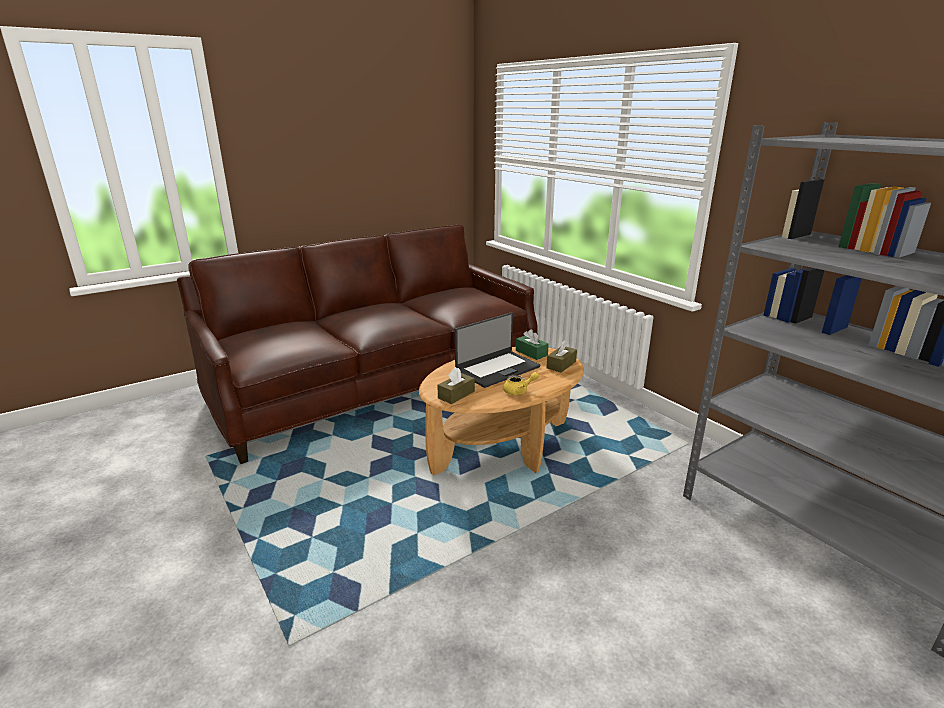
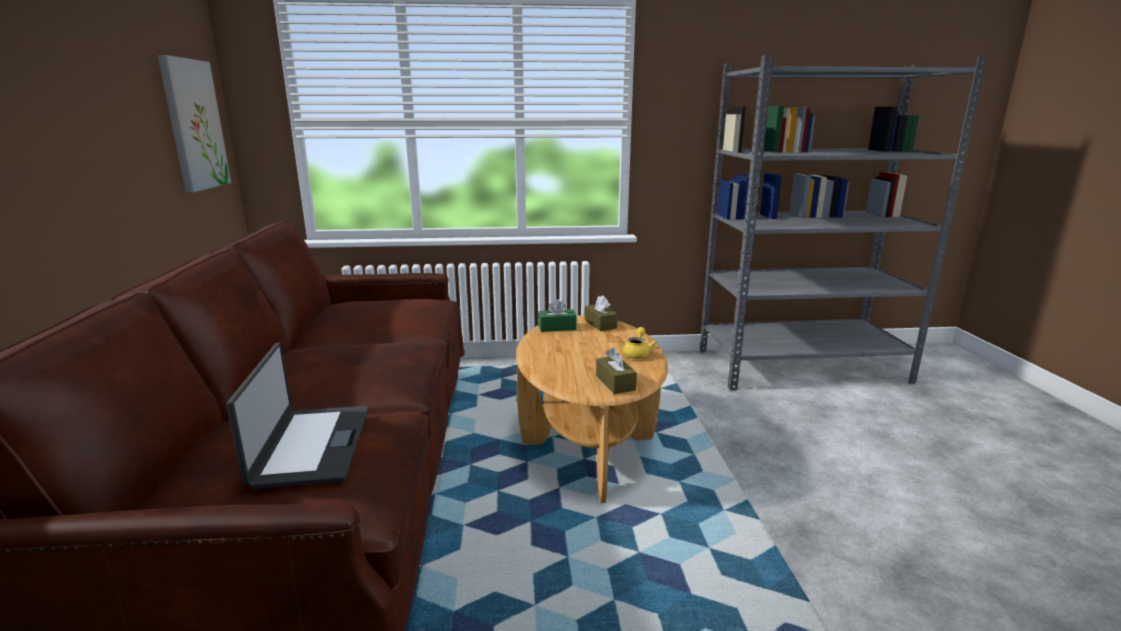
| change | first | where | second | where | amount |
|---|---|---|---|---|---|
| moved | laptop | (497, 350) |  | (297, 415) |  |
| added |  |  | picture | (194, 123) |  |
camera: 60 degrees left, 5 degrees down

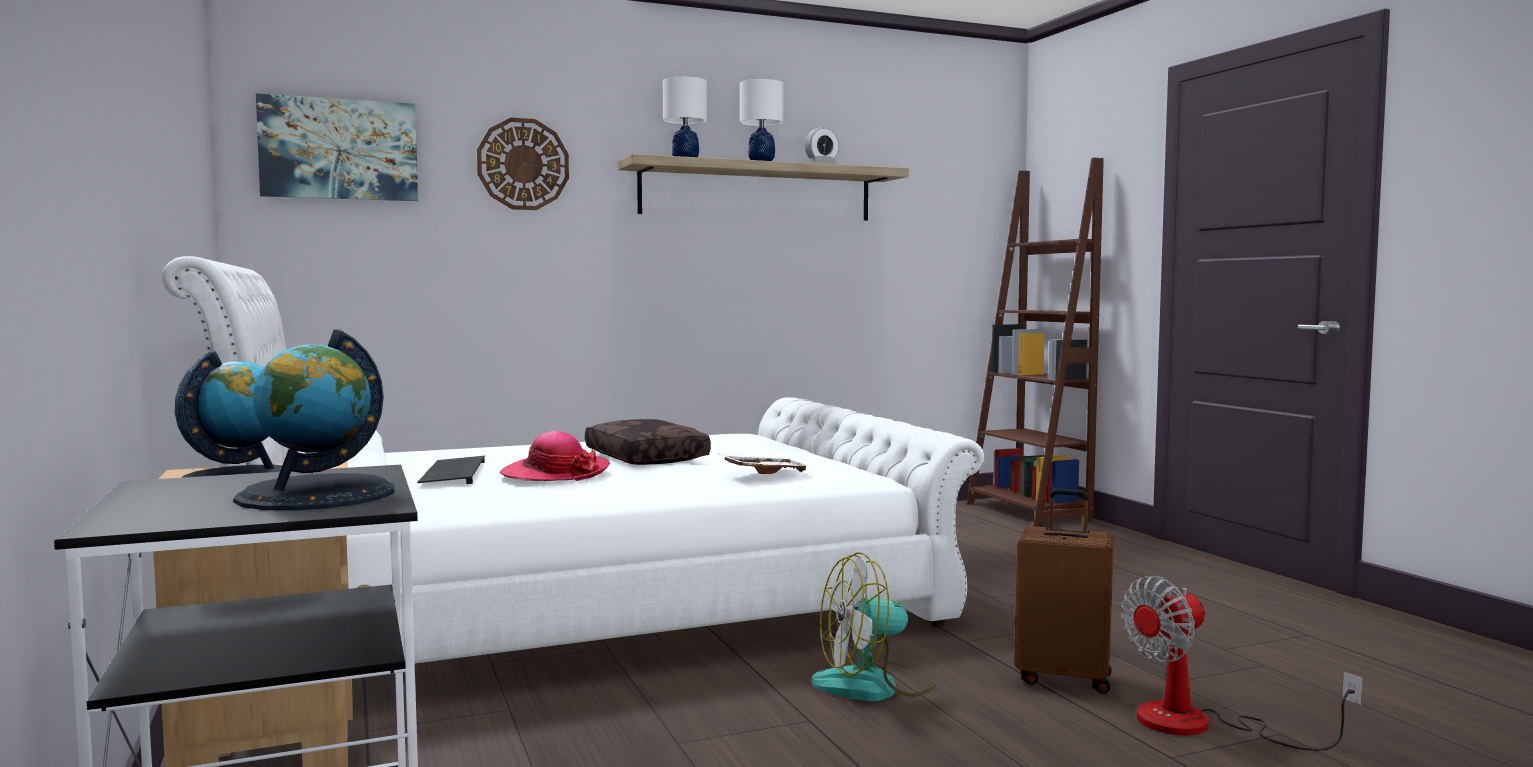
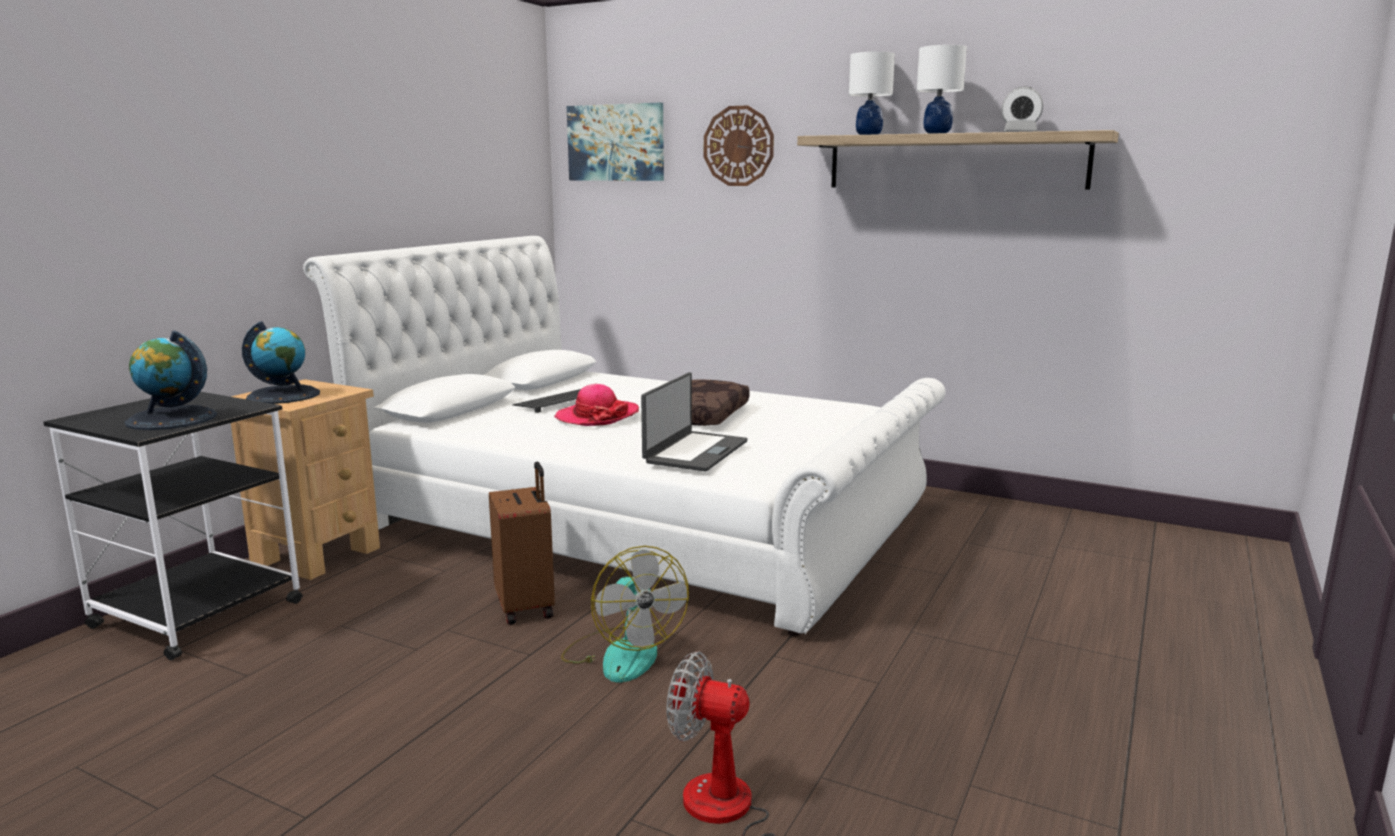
| change | first | where | second | where | amount |
|---|---|---|---|---|---|
| removed | bookshelf (brown) | (1035, 342) |  |  |  |
| replaced | serving tray (white) | (766, 464) | laptop | (694, 422) |  |
| moved | suitcase (brown) | (1064, 591) |  | (522, 543) |  |
| turned | fan | (874, 627) |  | (625, 614) | 150 degrees counterclockwise |
camera: 50 degrees right, 10 degrees up

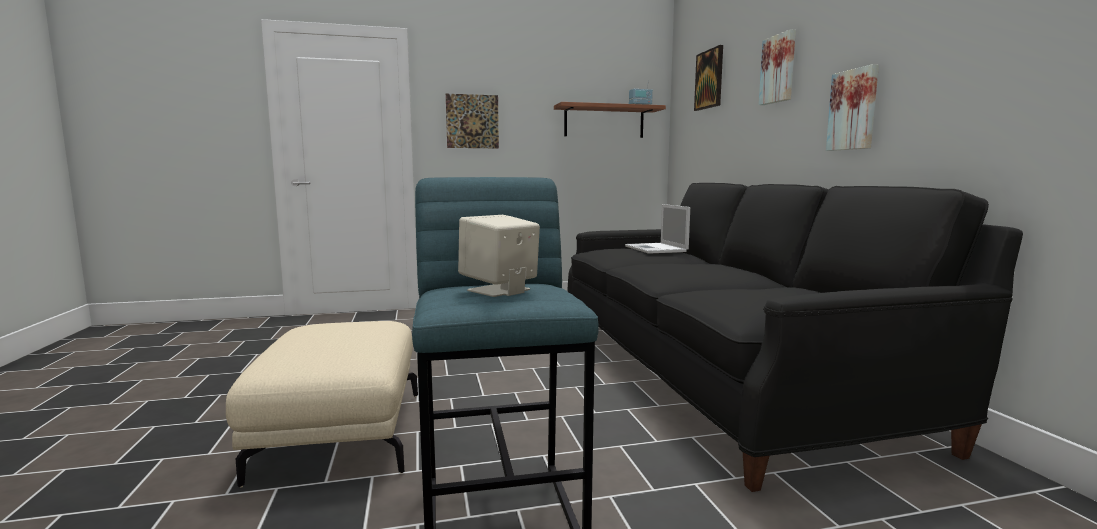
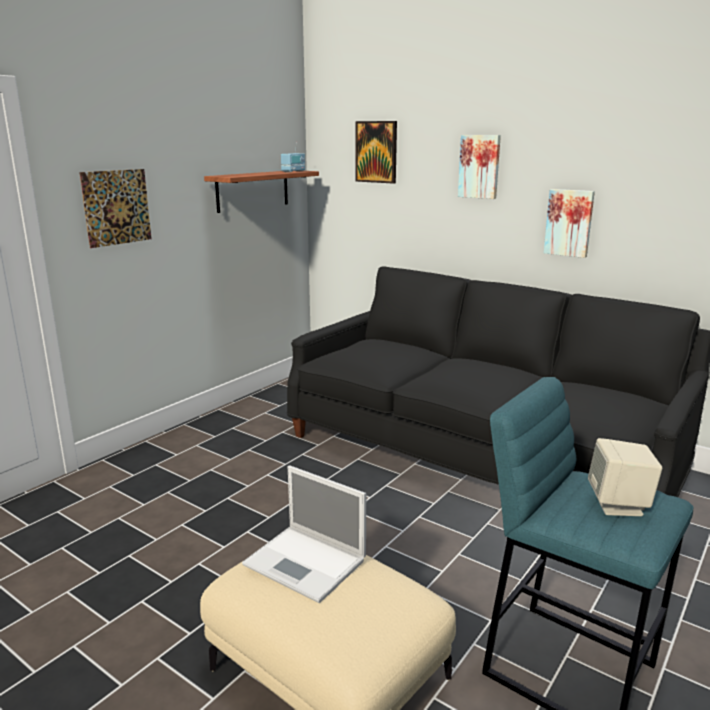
| change | first | where | second | where | amount |
|---|---|---|---|---|---|
| moved | laptop | (657, 229) |  | (304, 534) |  |
camera: 40 degrees left, 10 degrees up

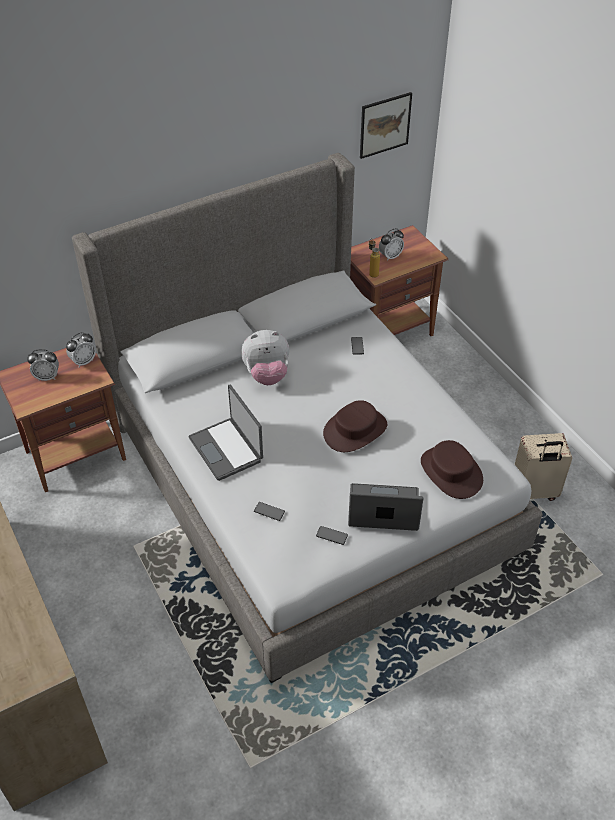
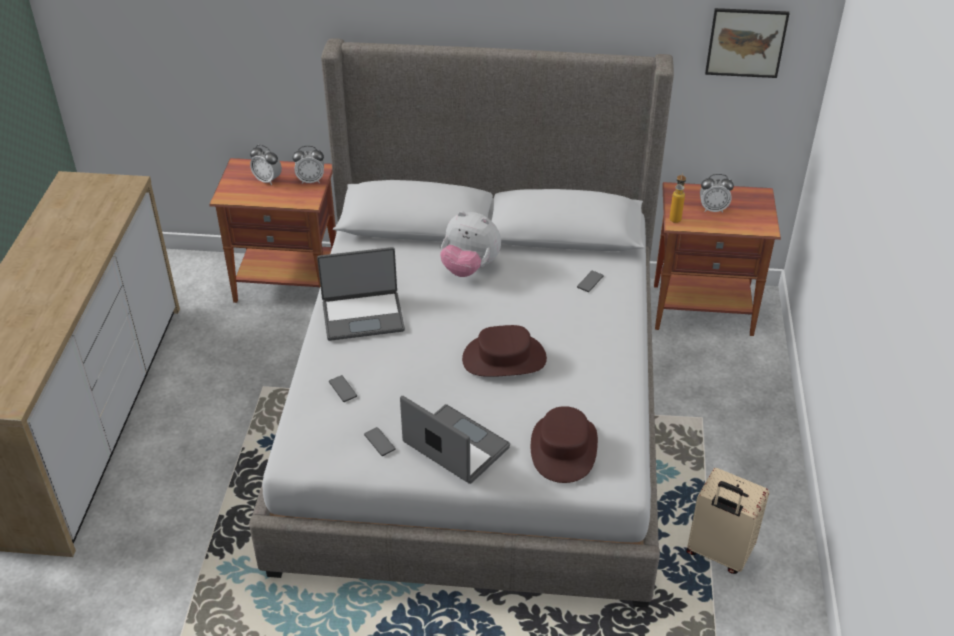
| change | first | where | second | where | amount |
|---|---|---|---|---|---|
| turned | laptop | (226, 432) |  | (361, 294) | 105 degrees counterclockwise |
camera: 35 degrees right, 5 degrees down

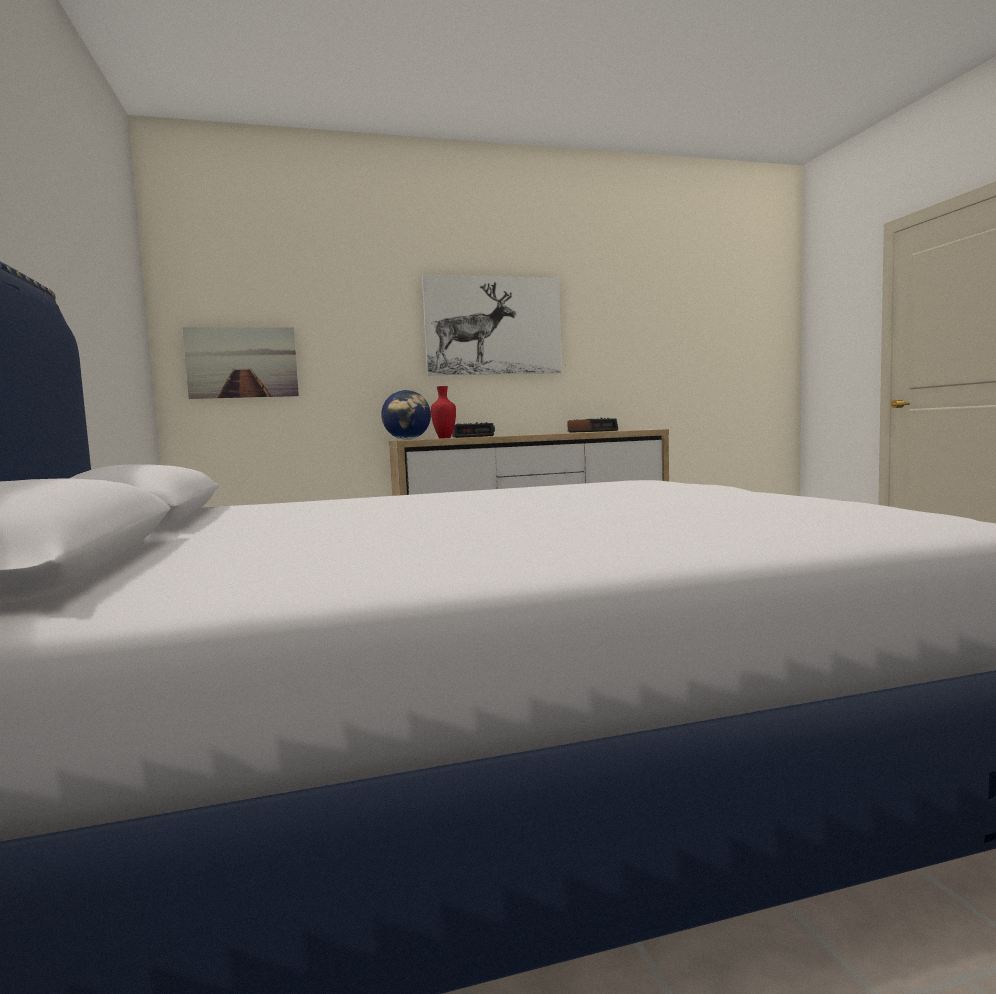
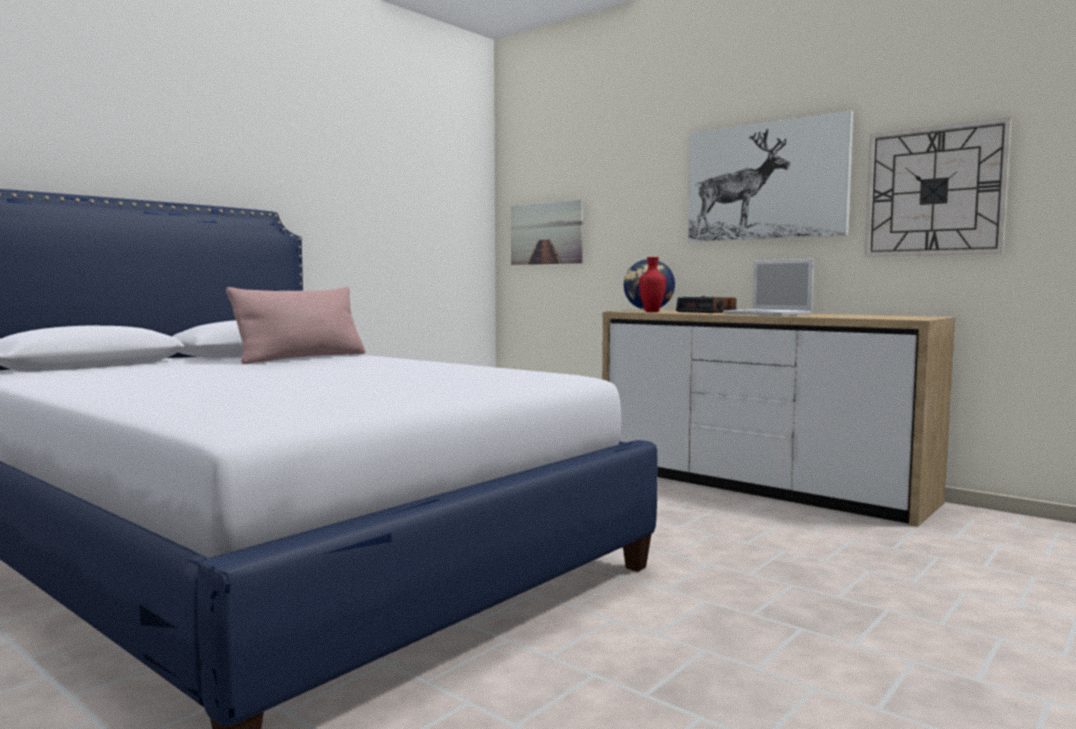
| change | first | where | second | where | amount |
|---|---|---|---|---|---|
| removed | table clock | (592, 425) |  |  |  |
| added |  |  | clock on the wall | (938, 187) |  |
| added |  |  | laptop | (768, 287) |  |
| added |  |  | throw pillow (pink) | (295, 325) |  |
camera: 55 degrees right, 0 degrees up

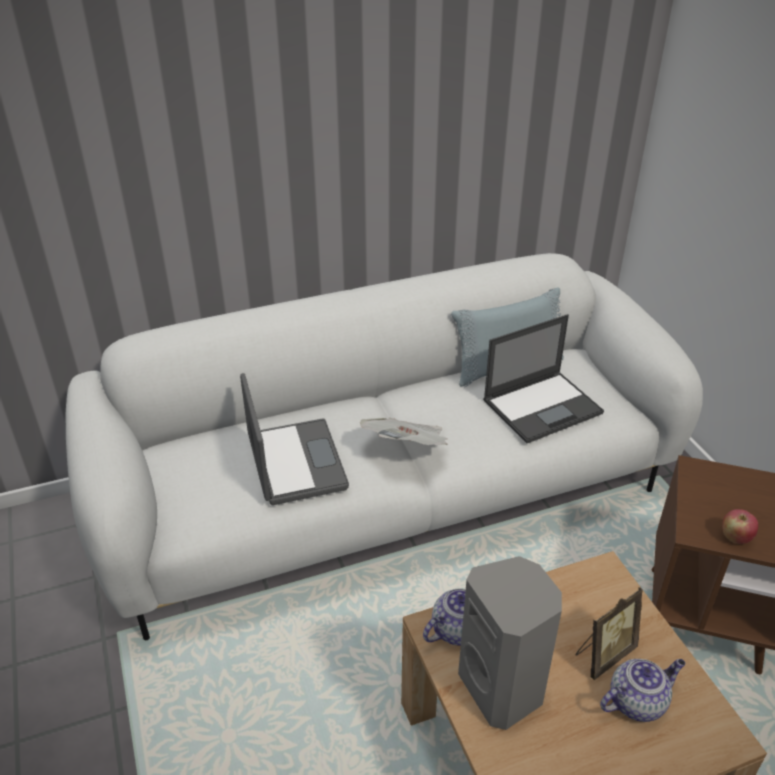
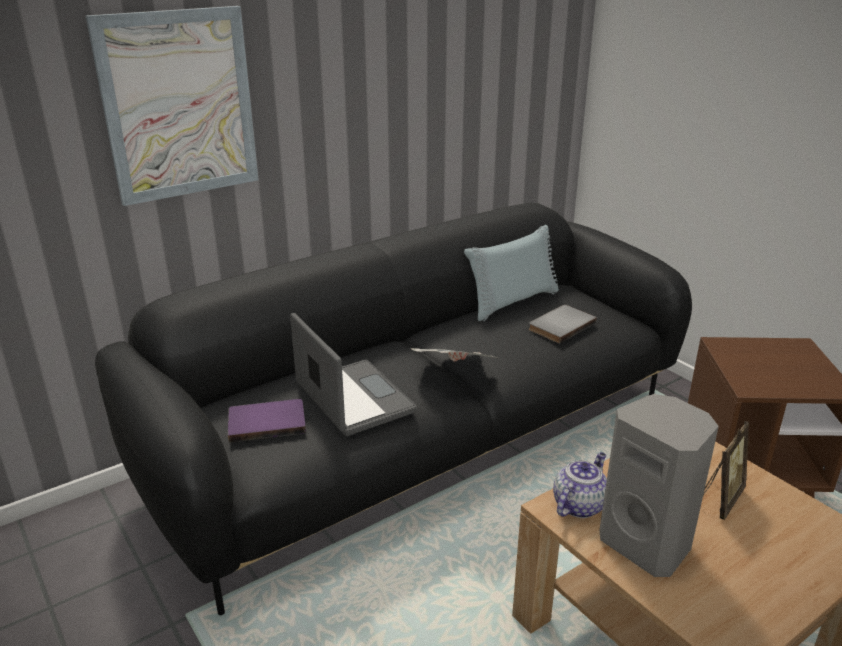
| change | first | where | second | where | amount |
|---|---|---|---|---|---|
| recoloured | settee (white) | (384, 446) | settee (black-coloured) | (393, 409) |  |
| replaced | laptop | (543, 378) | book (grey) | (563, 324) |  |
| removed | apple fruit | (740, 526) |  |  |  |
| removed | pot for tea | (642, 690) |  |  |  |
| added |  |  | picture | (172, 106) |  |
| added |  |  | book (purplish) | (267, 421) |  |
camera: 15 degrees left, 10 degrees down

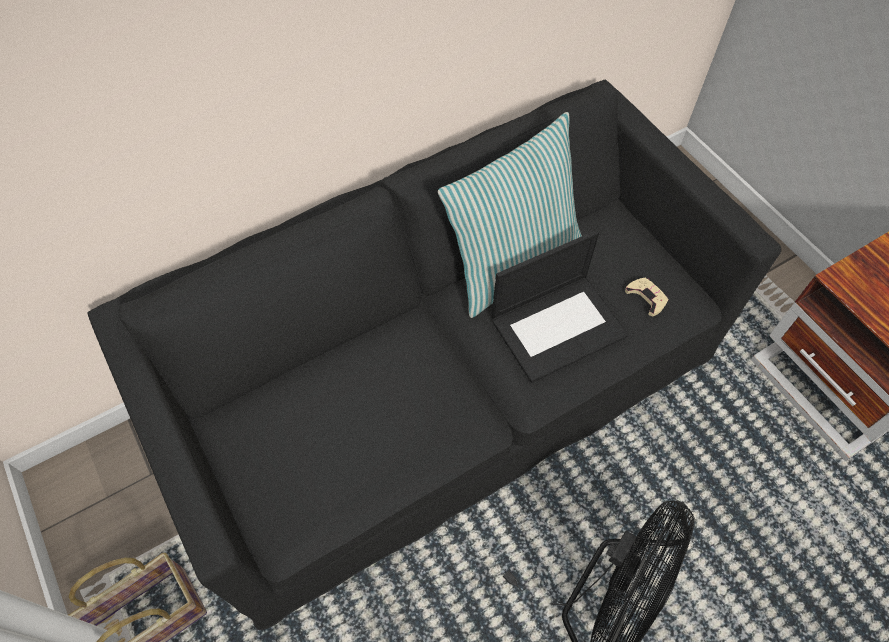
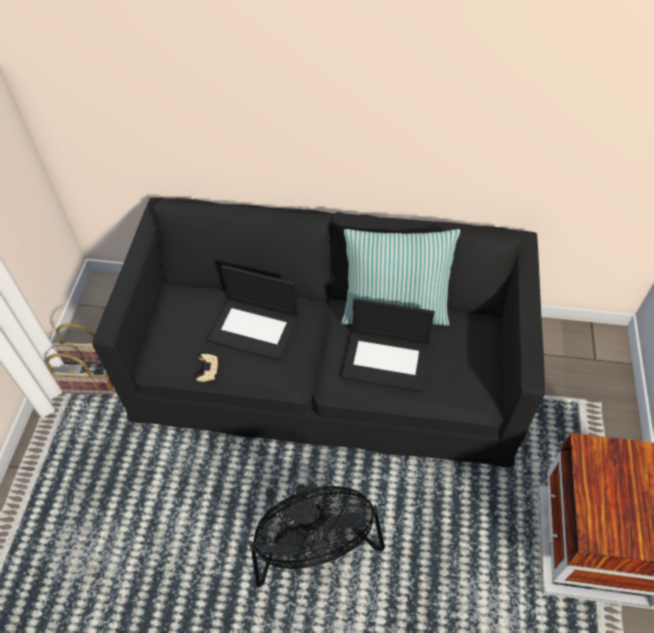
| change | first | where | second | where | amount |
|---|---|---|---|---|---|
| moved | game controller (beige-coloured) | (647, 297) |  | (207, 368) |  |
| added |  |  | laptop | (252, 313) |  |
camera: 40 degrees right, 5 degrees down

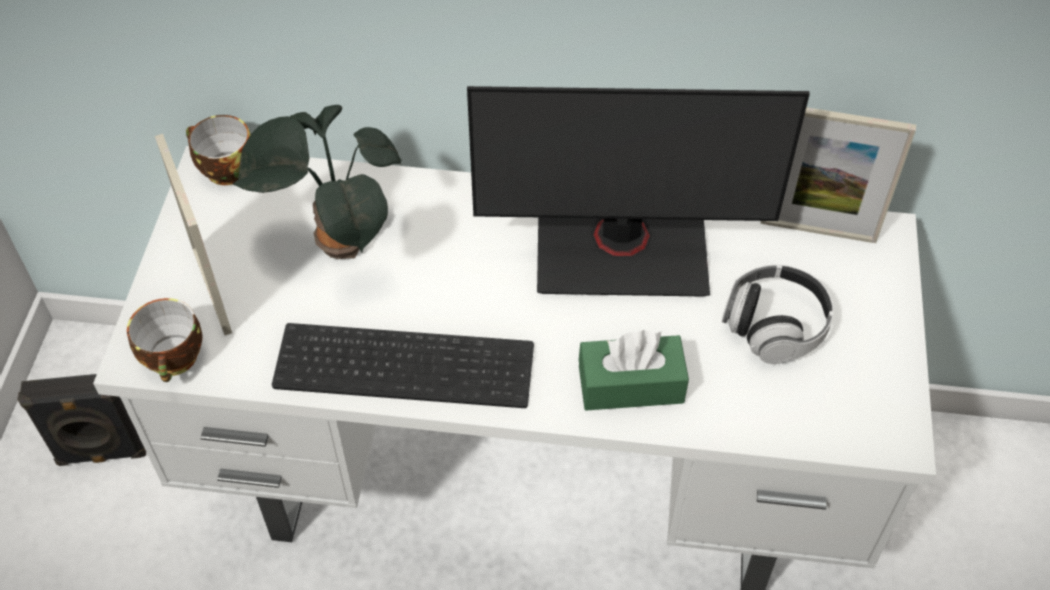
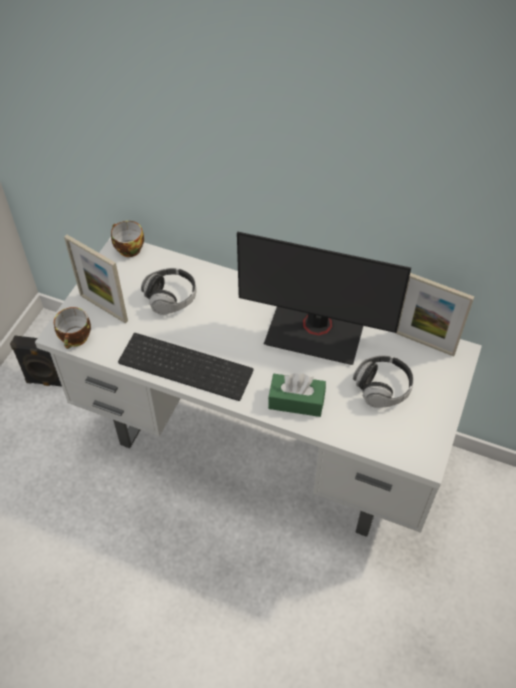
| change | first | where | second | where | amount |
|---|---|---|---|---|---|
| replaced | potted plant | (317, 182) | pair of headphones | (168, 291) |  |
| turned | photo frame | (193, 234) |  | (96, 279) | 45 degrees counterclockwise |
camera: 15 degrees right, 0 degrees up

